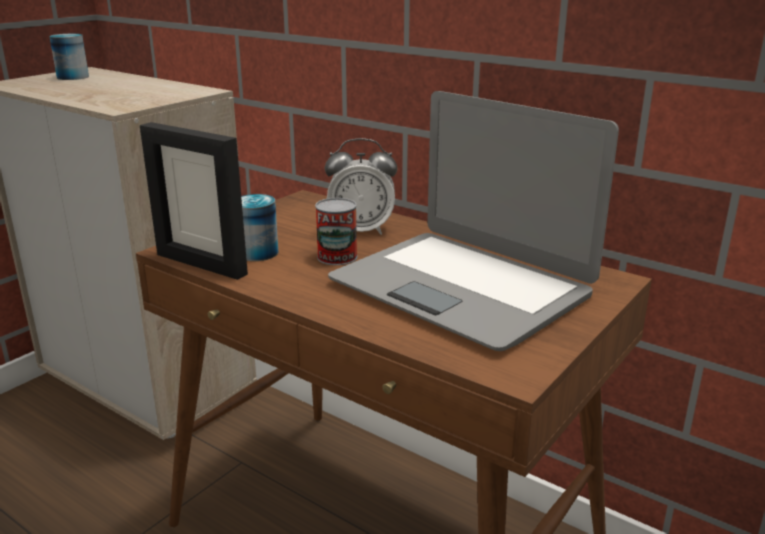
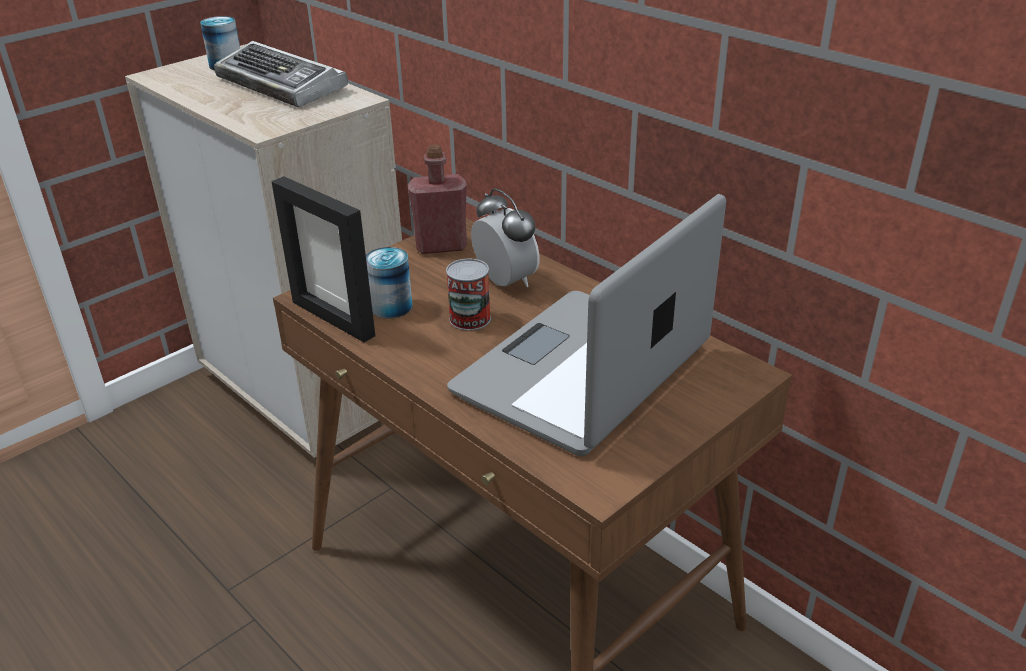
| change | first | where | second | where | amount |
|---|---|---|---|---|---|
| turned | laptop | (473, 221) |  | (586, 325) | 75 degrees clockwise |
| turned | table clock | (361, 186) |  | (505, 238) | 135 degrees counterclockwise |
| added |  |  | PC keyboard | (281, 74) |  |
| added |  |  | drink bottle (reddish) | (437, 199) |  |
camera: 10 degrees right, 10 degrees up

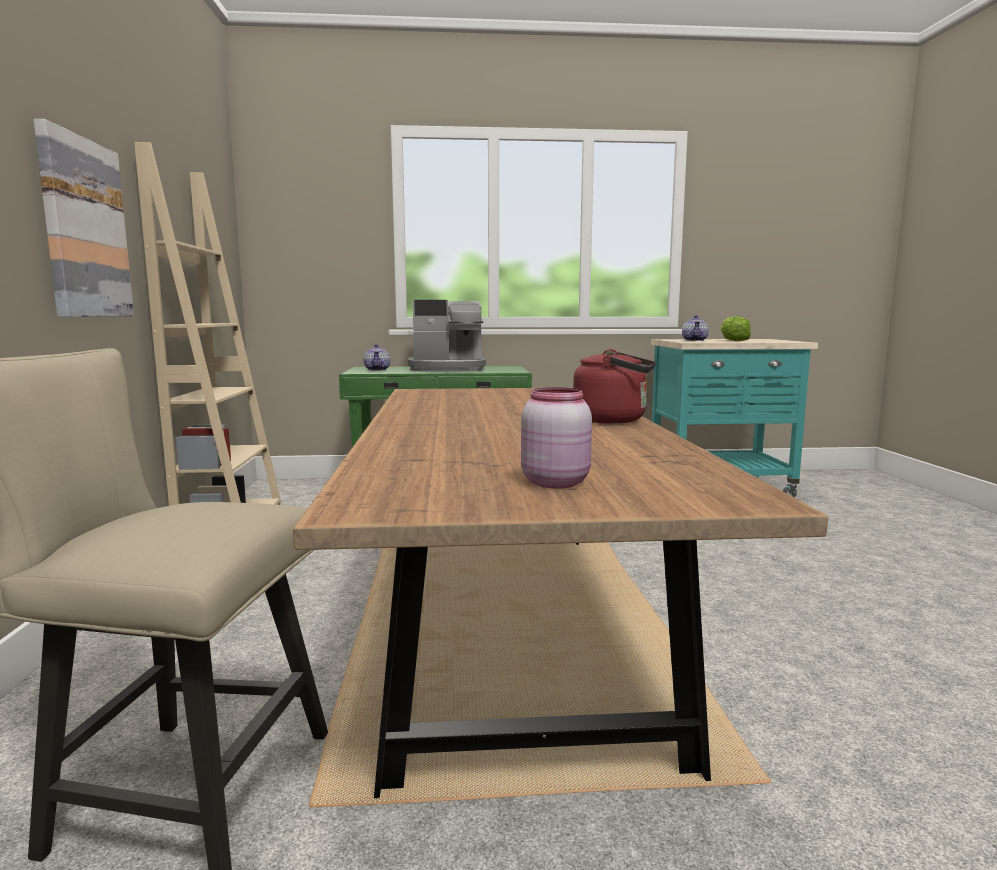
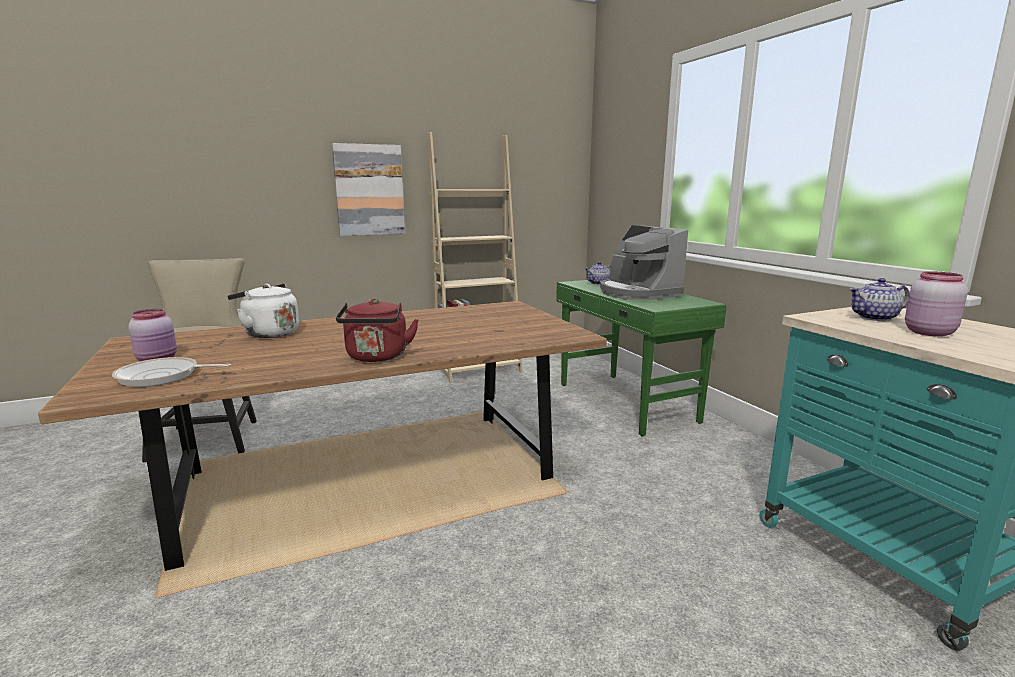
| change | first | where | second | where | amount |
|---|---|---|---|---|---|
| replaced | lettuce head | (735, 328) | preserve jar (pink) | (936, 304) |  |
| added |  |  | tea kettle (white) | (263, 310) |  |
| added |  |  | frying pan | (171, 372) |  |
camera: 70 degrees right, 5 degrees up

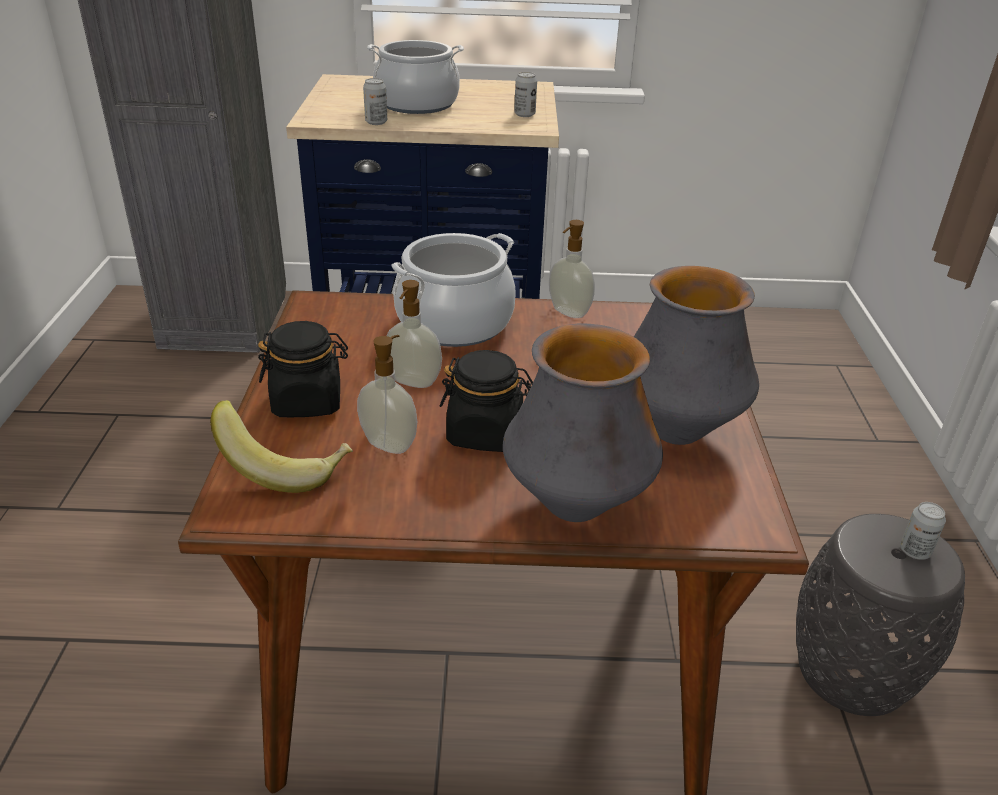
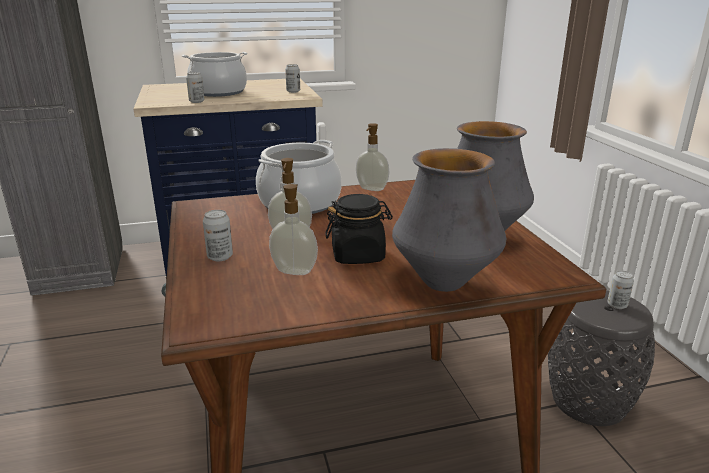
| change | first | where | second | where | amount |
|---|---|---|---|---|---|
| replaced | preserve jar (black-coloured) | (303, 369) | metal can | (218, 235) |  |
| removed | banana | (281, 446) |  |  |  |
camera: 15 degrees left, 10 degrees down

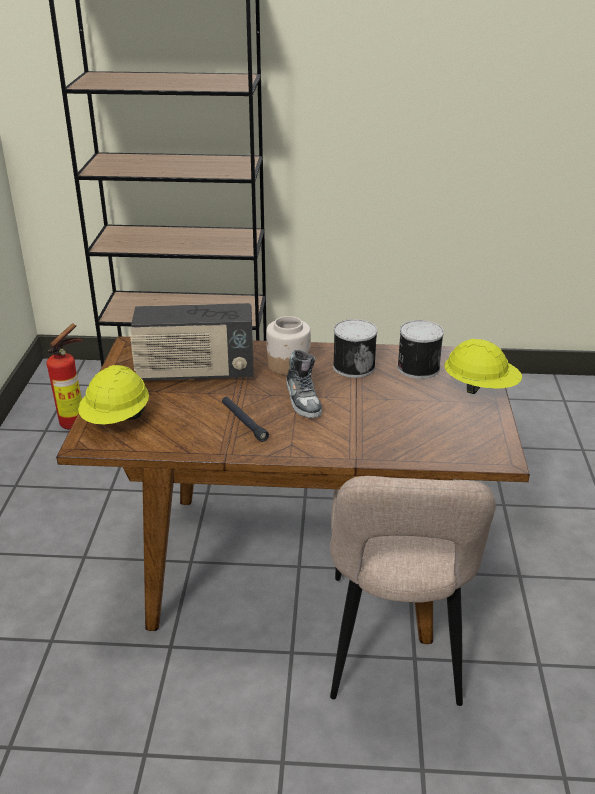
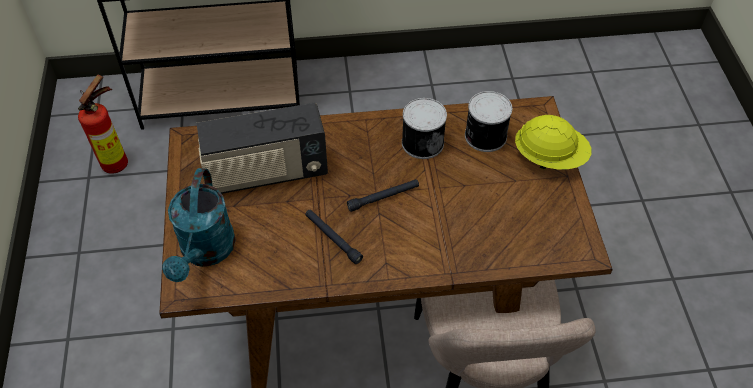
| change | first | where | second | where | amount |
|---|---|---|---|---|---|
| removed | preserve jar | (288, 345) |  |  |  |
| replaced | low shoe | (304, 384) | flashlight (black-coloured) | (383, 195) |  |
| replaced | hard hat (yellowish) | (113, 394) | sprinkling can (turquoise-coloured) | (199, 225) |  |
camera: 10 degrees left, 20 degrees up

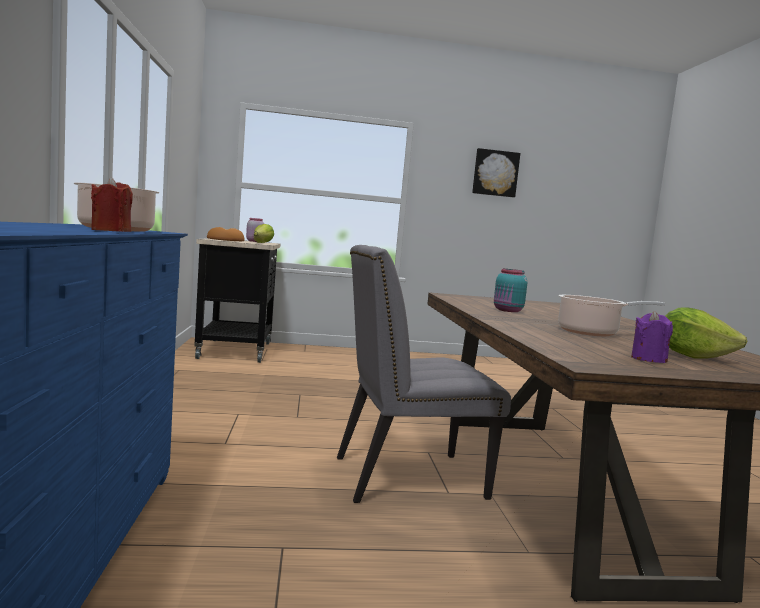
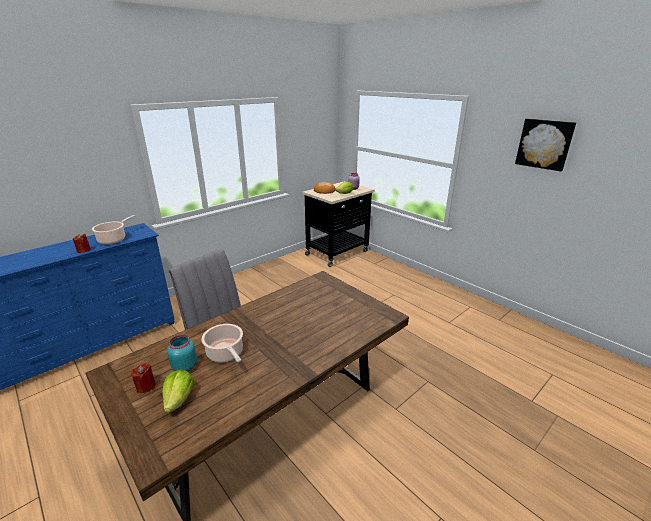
| change | first | where | second | where | amount |
|---|---|---|---|---|---|
| moved | preserve jar (turquoise-coloured) | (510, 290) |  | (182, 353) |  |
| recoloured | candle (purplish) | (652, 337) | candle (reddish) | (143, 378) |  |
camera: 55 degrees right, 20 degrees up

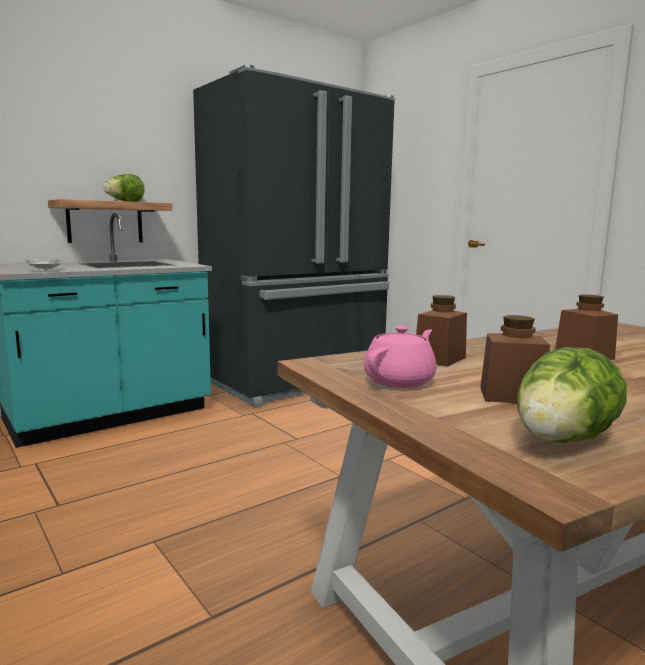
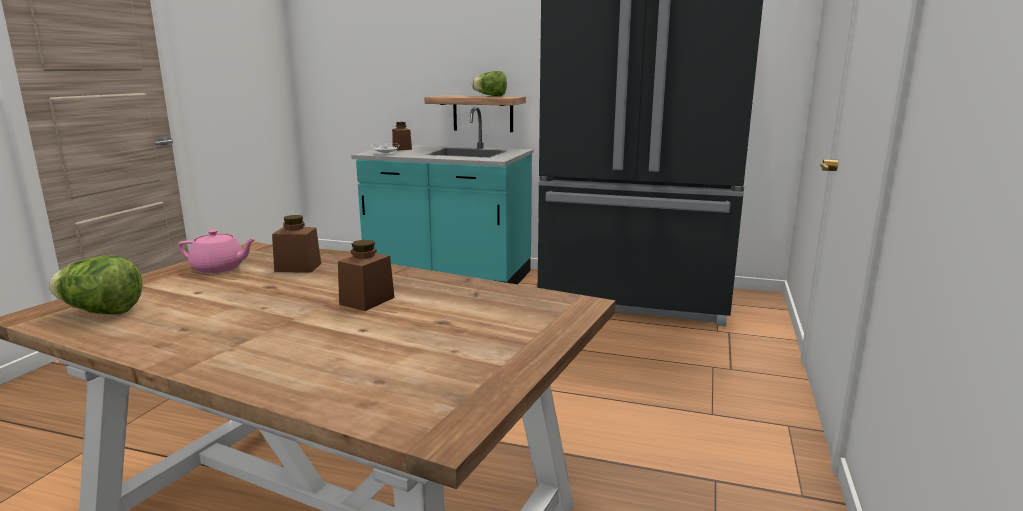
| change | first | where | second | where | amount |
|---|---|---|---|---|---|
| moved | preserve jar (brown) | (515, 359) |  | (402, 136) |  |
camera: 55 degrees right, 5 degrees up

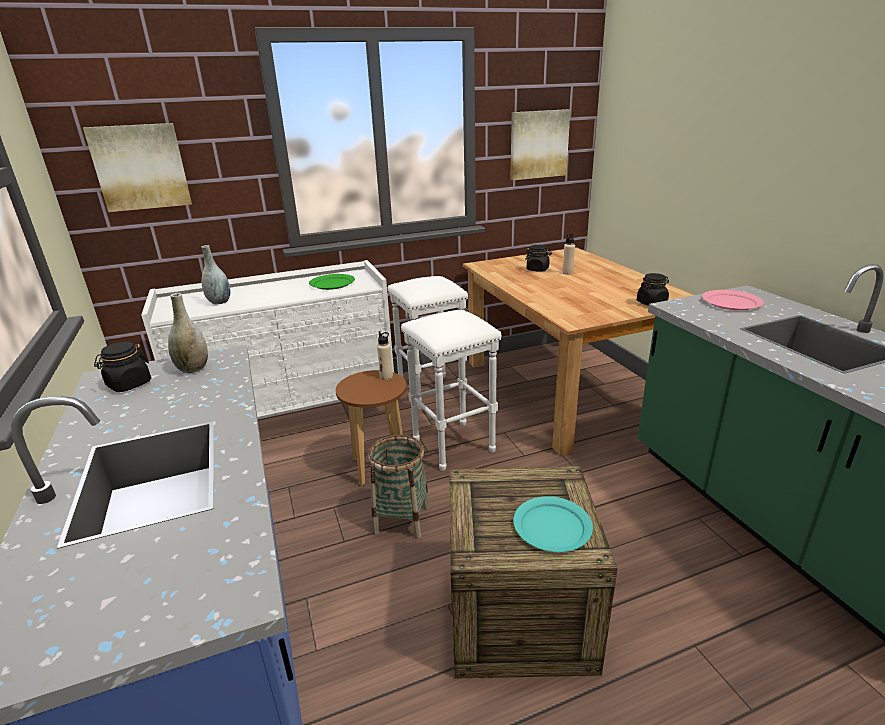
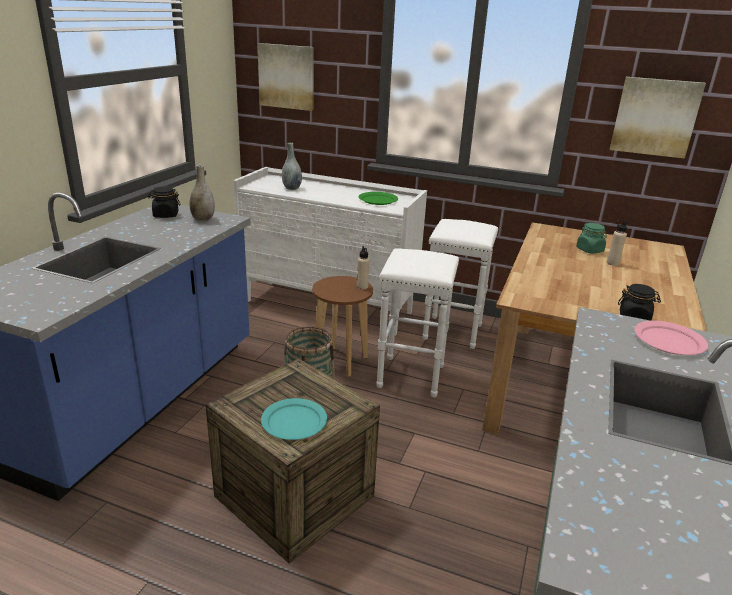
| change | first | where | second | where | amount |
|---|---|---|---|---|---|
| recoloured | preserve jar (black-coloured) | (538, 258) | preserve jar (green-coloured) | (591, 238) |  |
camera: 40 degrees right, 0 degrees up

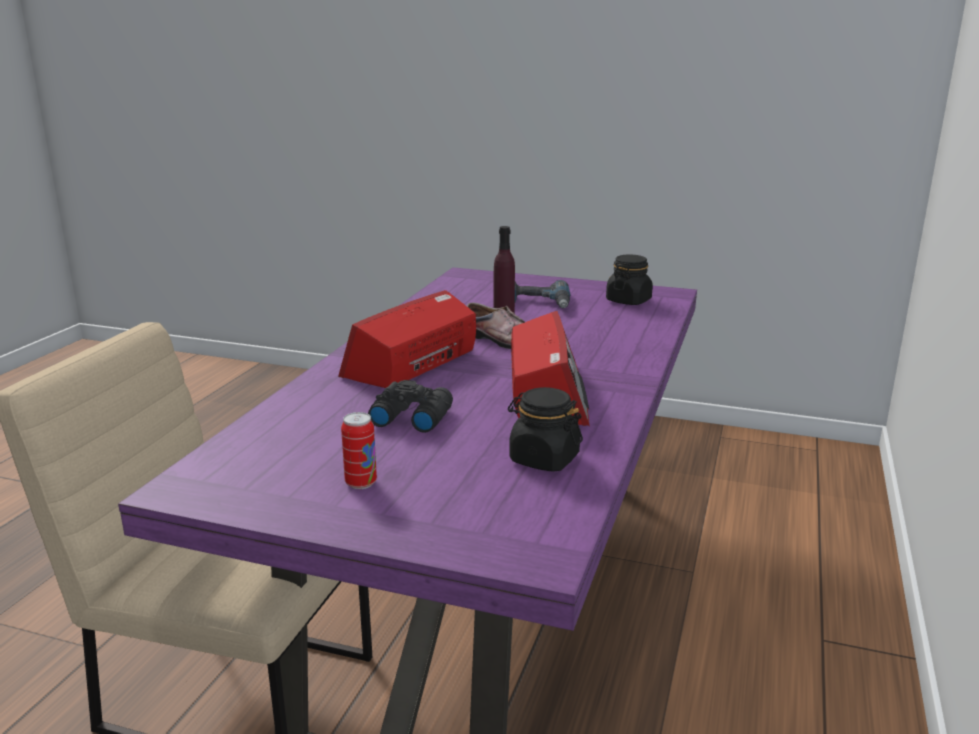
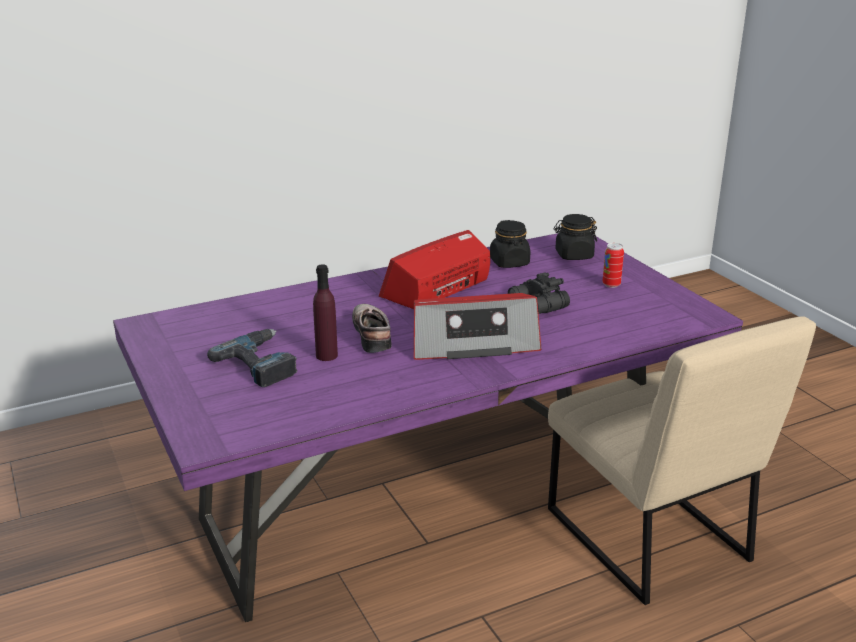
| change | first | where | second | where | amount |
|---|---|---|---|---|---|
| moved | preserve jar (black-coloured) | (629, 279) |  | (575, 237) |  |
camera: 135 degrees left, 5 degrees up

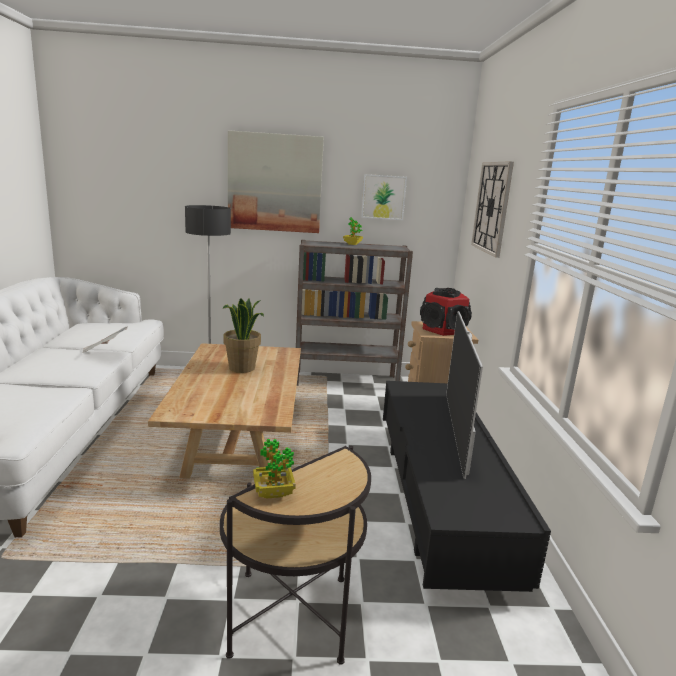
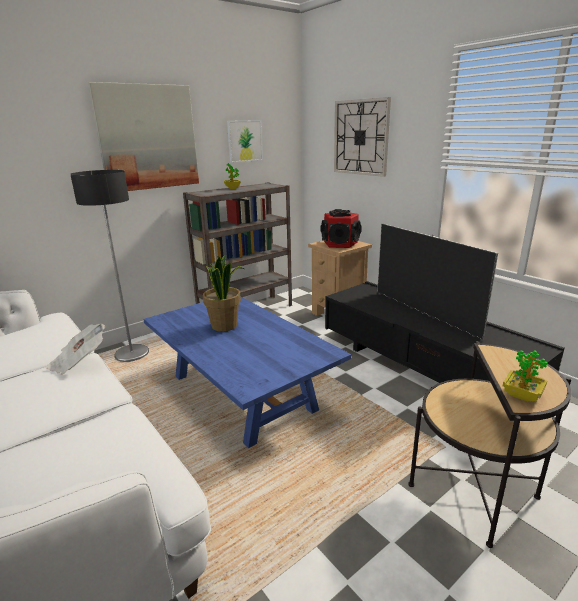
| change | first | where | second | where | amount |
|---|---|---|---|---|---|
| recoloured | coffee table (beige-coloured) | (224, 411) | coffee table (bluish) | (247, 372) |  |
camera: 35 degrees left, 5 degrees up

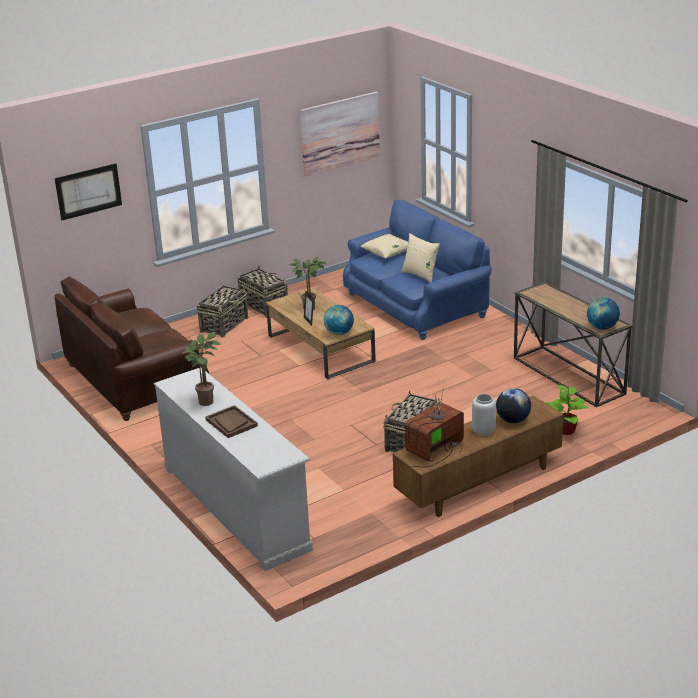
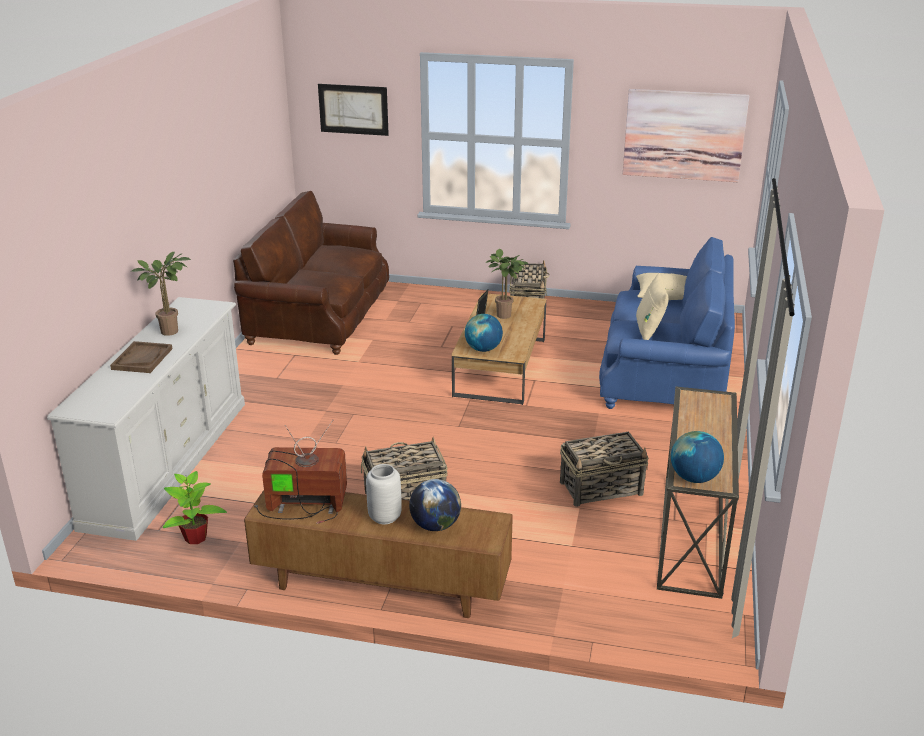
| change | first | where | second | where | amount |
|---|---|---|---|---|---|
| moved | storage basket | (222, 311) |  | (604, 469) |  |
| moved | potted plant | (567, 410) |  | (195, 507) |  |
camera: 45 degrees right, 0 degrees up

